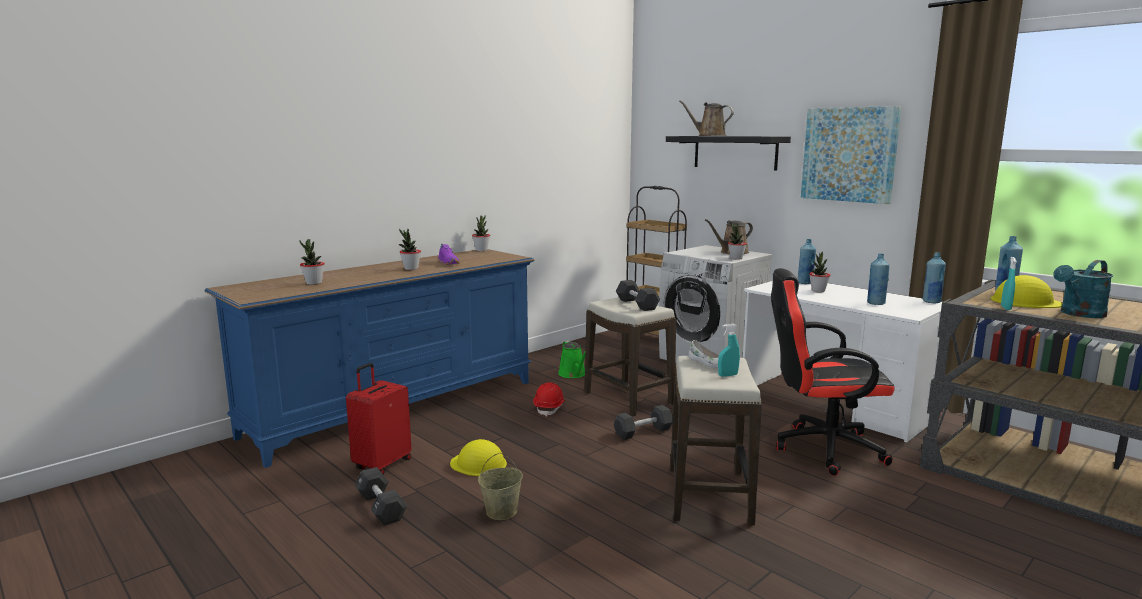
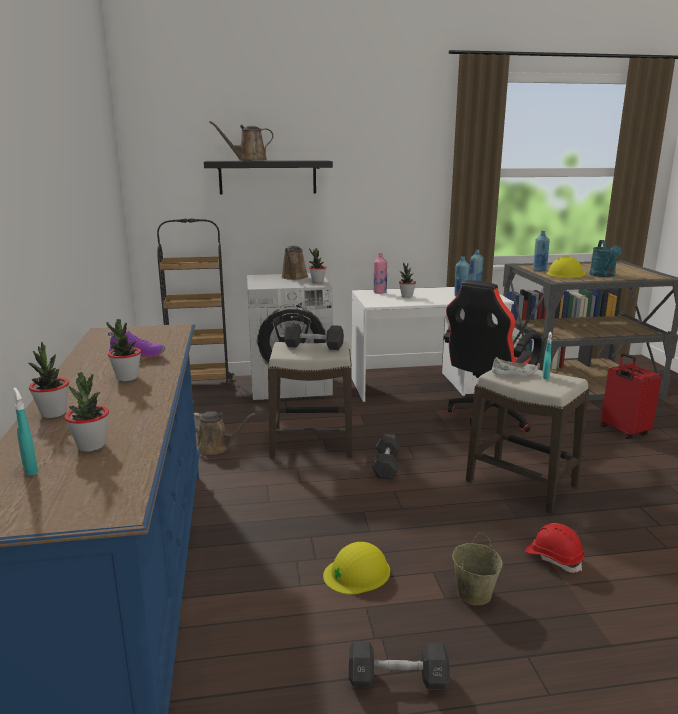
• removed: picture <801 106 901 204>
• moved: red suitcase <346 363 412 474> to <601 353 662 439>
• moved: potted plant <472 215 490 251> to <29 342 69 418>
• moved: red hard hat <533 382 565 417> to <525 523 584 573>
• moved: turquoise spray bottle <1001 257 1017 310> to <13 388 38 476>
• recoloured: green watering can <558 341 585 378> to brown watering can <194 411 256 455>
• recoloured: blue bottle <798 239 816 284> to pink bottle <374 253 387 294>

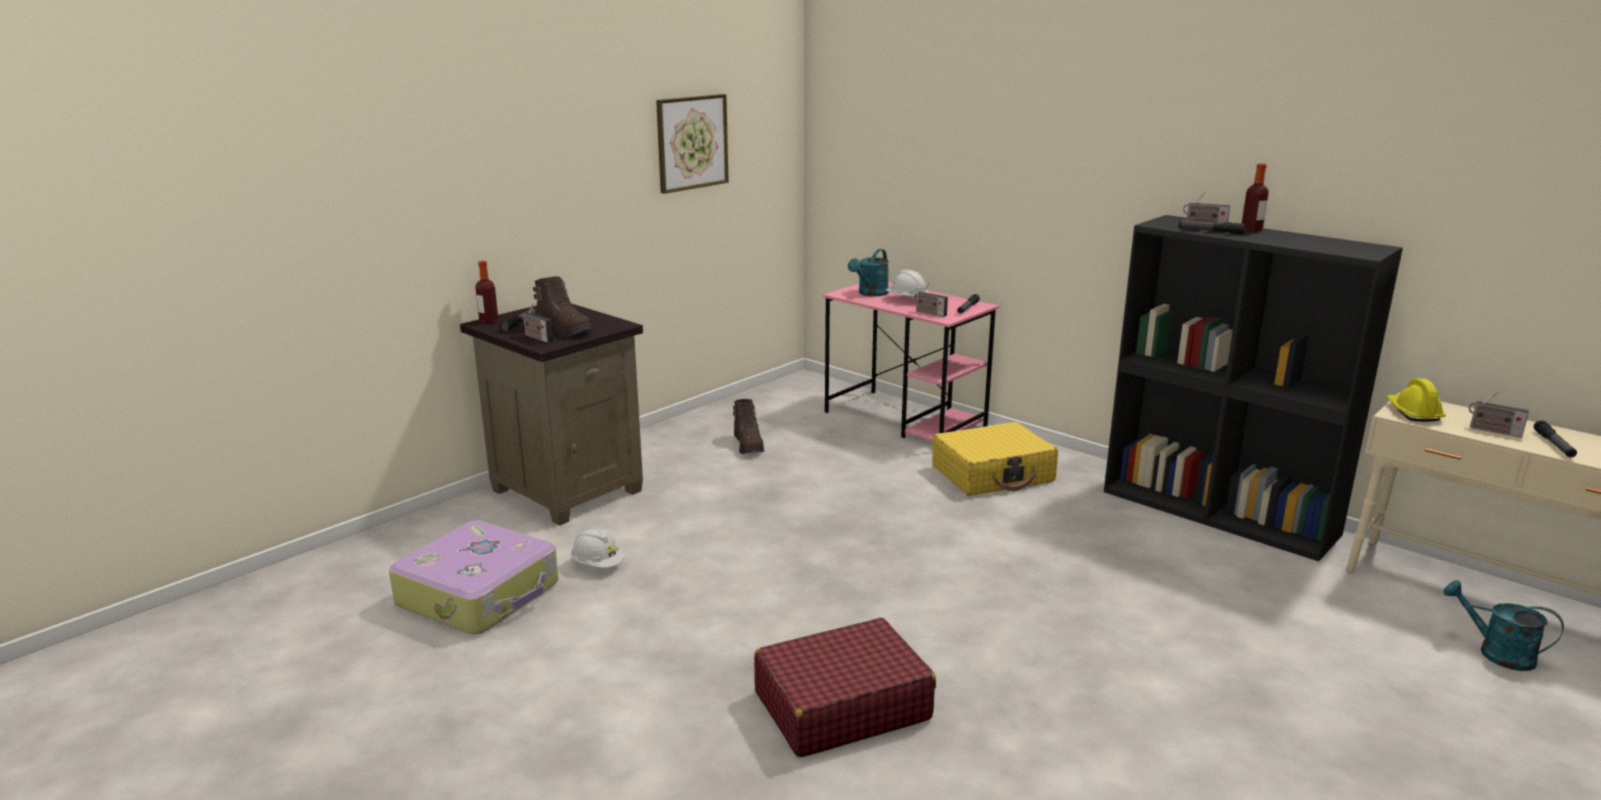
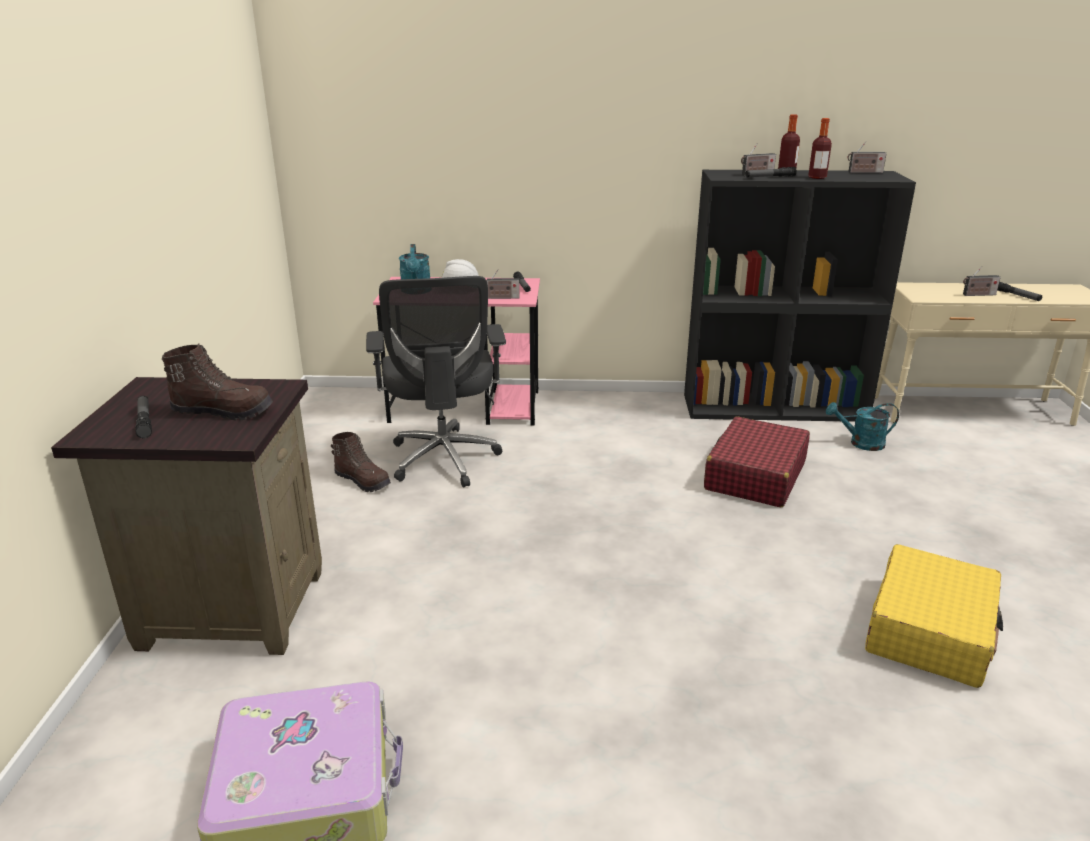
• removed: white hard hat <571 527 625 568>
• removed: picture <656 94 729 194>
• removed: yellow hard hat <1386 378 1446 421>
• added: office chair <366 276 506 487>
• moved: bottle <475 261 498 323> to <808 118 832 179>
• moved: radio <523 303 553 343> to <848 141 887 173>
• moved: red suitcase <754 618 936 758> to <704 416 810 507>
• moved: yellow suitcase <932 422 1058 496> to <865 544 1003 688>
• moved: turquoise watering can <1443 580 1564 671> to <826 402 899 451>

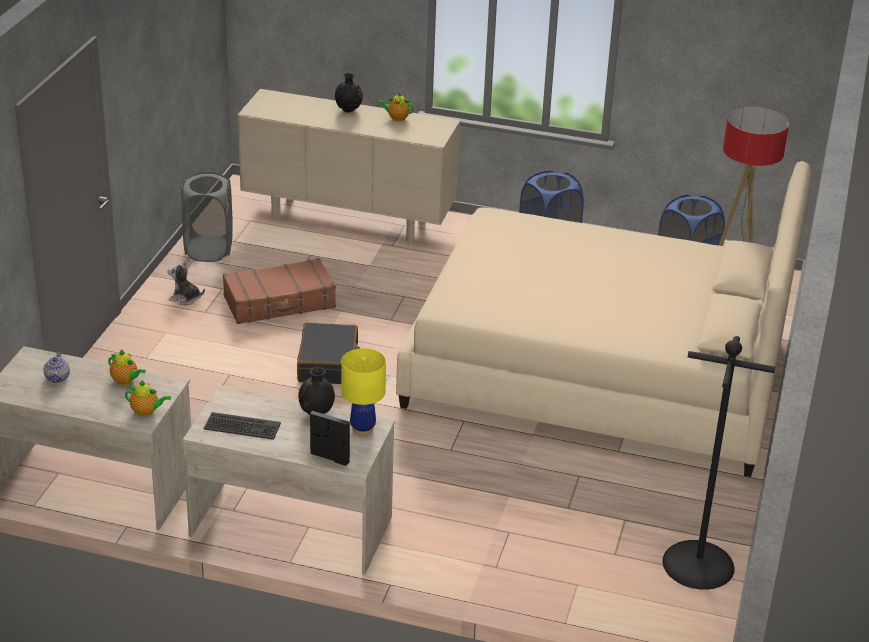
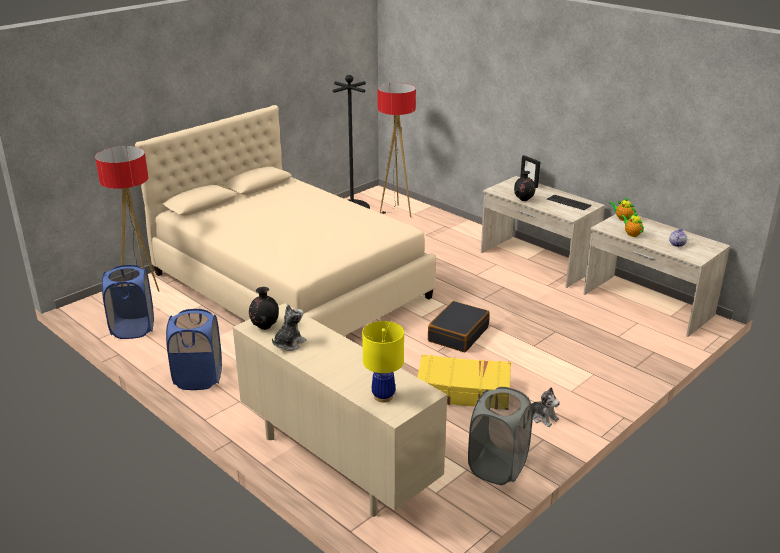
• added: floor lamp <377 83 416 217>
• moved: black vase <335 73 363 113> to <249 287 279 330>
• moved: yellow table lamp <341 348 386 435> to <362 321 404 402>
• replaced: teapot <377 92 414 122> to plush toy <272 304 306 351>
• recoloured: brown suitcase <223 258 336 324> to yellow suitcase <417 354 511 407>

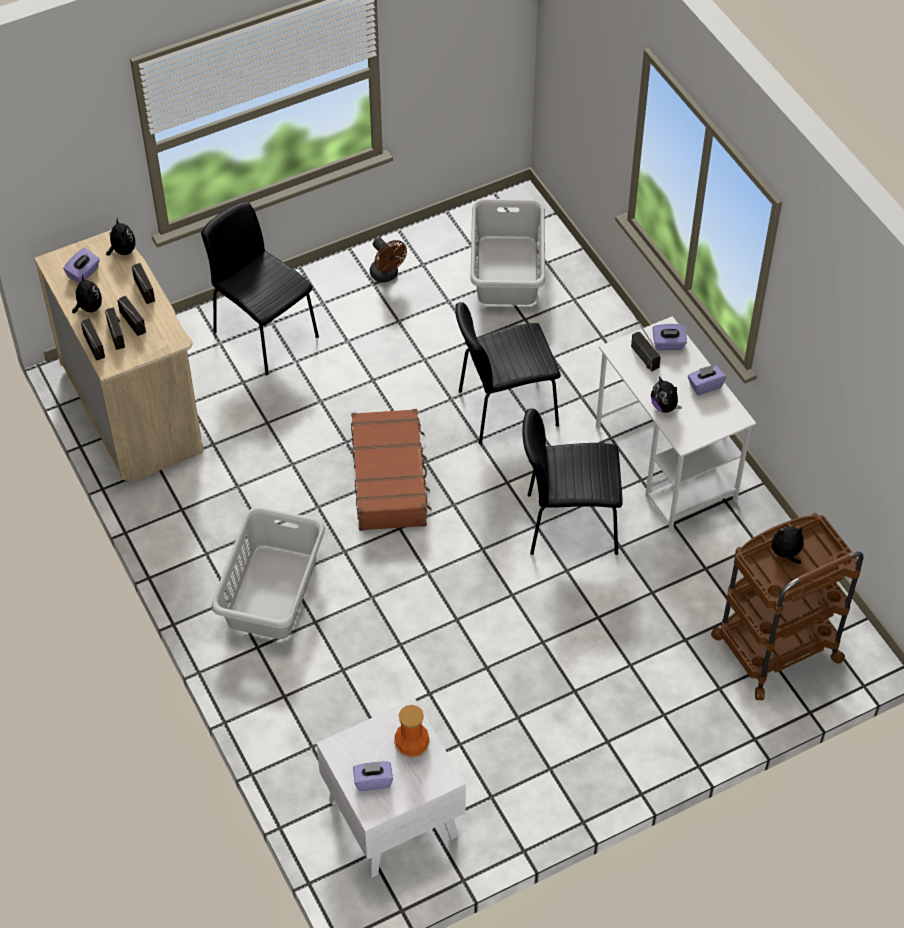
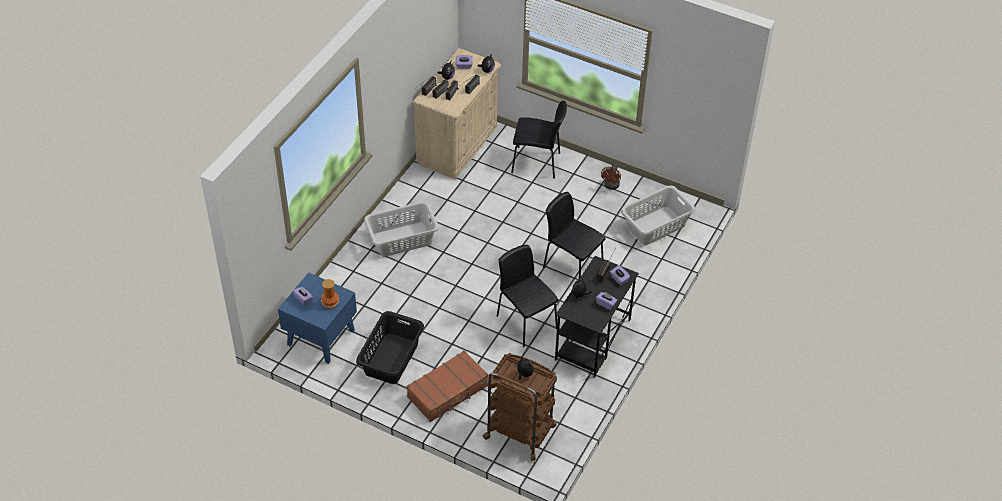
• added: black laundry basket <356 311 424 384>
• moved: brown suitcase <351 409 432 531> to <407 350 488 422>
• recoloured: white nightstand <316 698 466 878> to blue nightstand <278 272 357 364>
• recoloured: white desk <596 316 756 530> to black desk <555 256 639 377>
• turned: black chair <201 202 319 375> = <511 101 567 179> 90 degrees clockwise

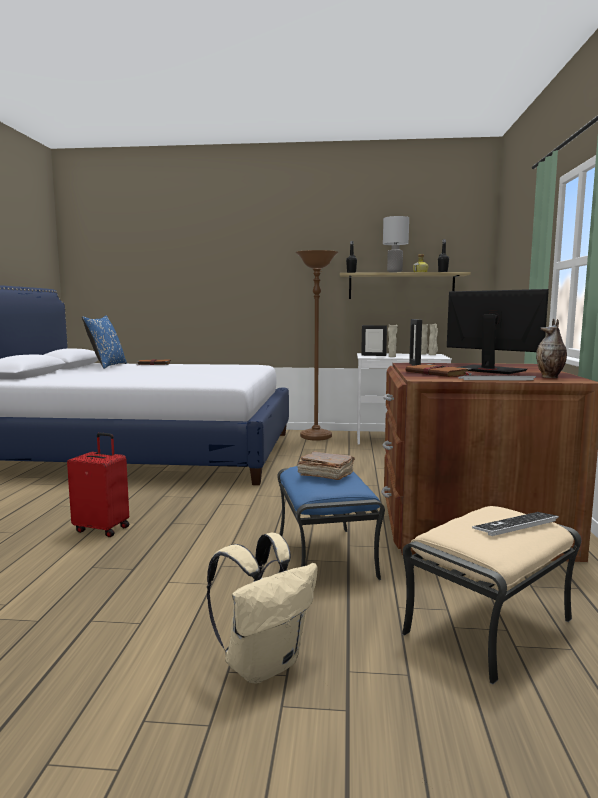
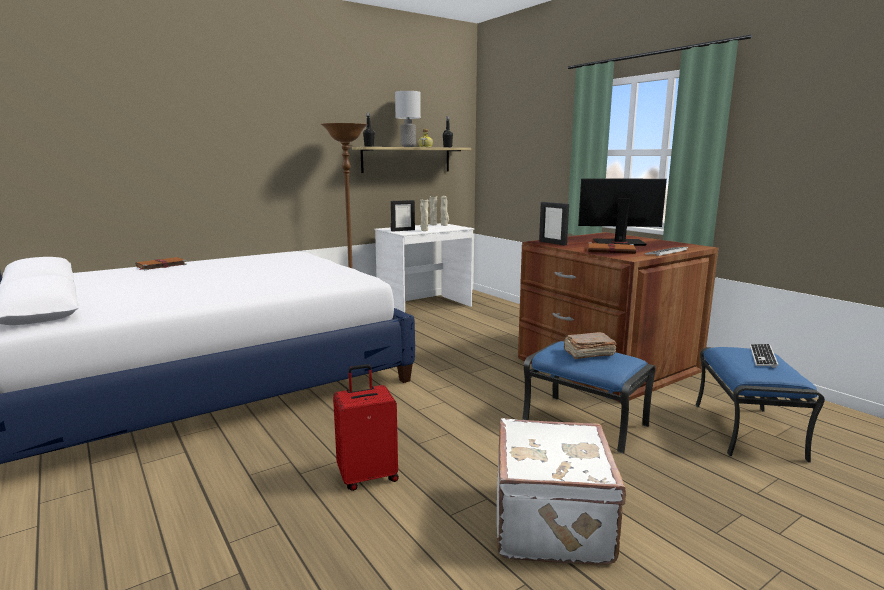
• removed: blue pillow <82 315 127 369>
• removed: beige backpack <207 533 318 684>
• removed: vase <536 318 567 378>
• added: white suitcase <497 418 626 565>
• recoloured: beige ottoman <402 506 581 685> to blue ottoman <696 347 825 463>

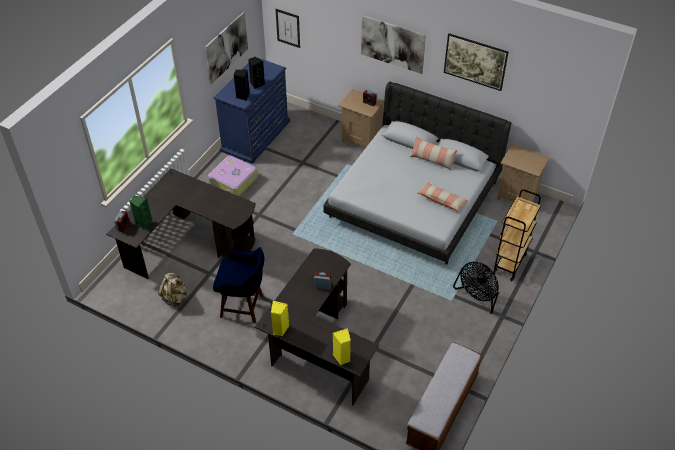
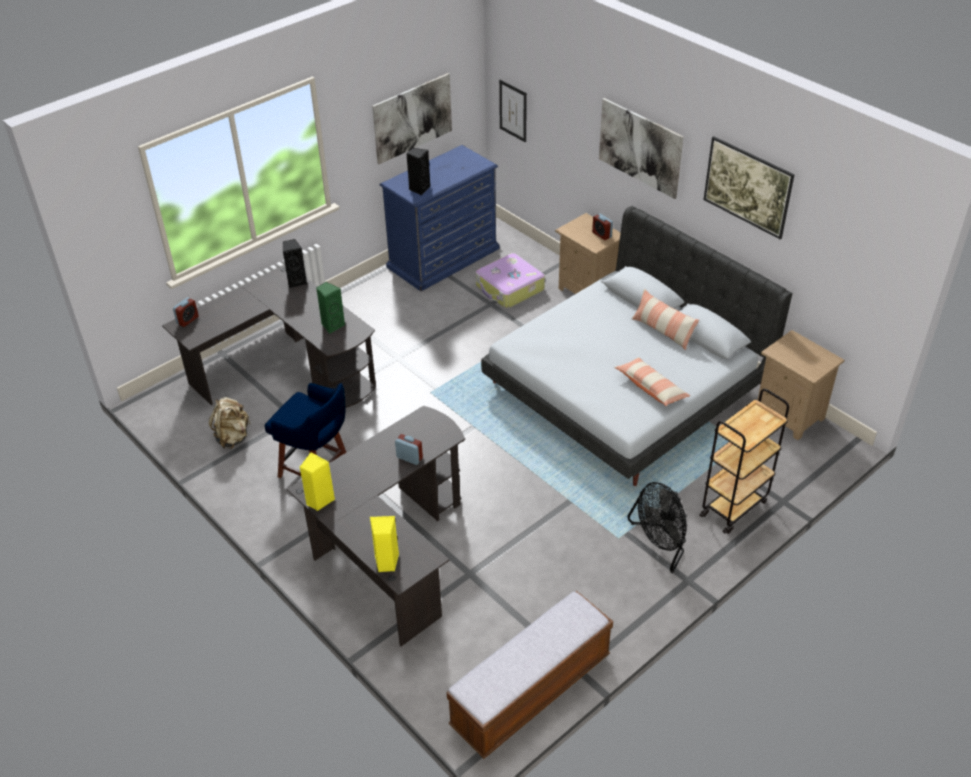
• moved: green speaker <129 196 152 229> to <316 282 345 334>
• moved: suitcase <208 155 258 196> to <476 253 545 308>
• moved: black speaker <248 57 265 89> to <283 239 307 288>

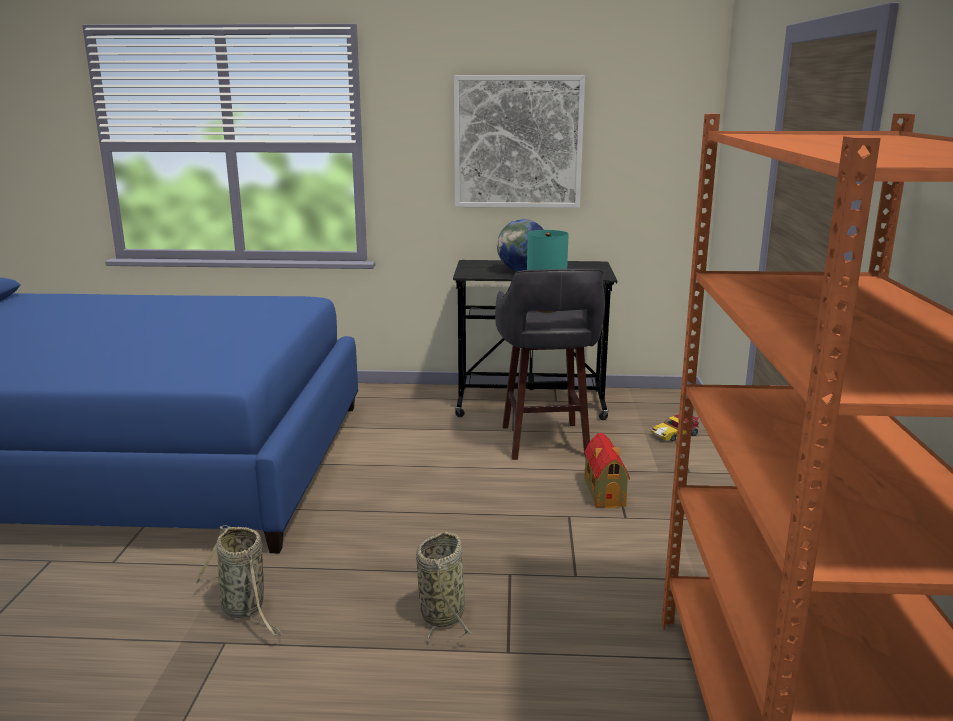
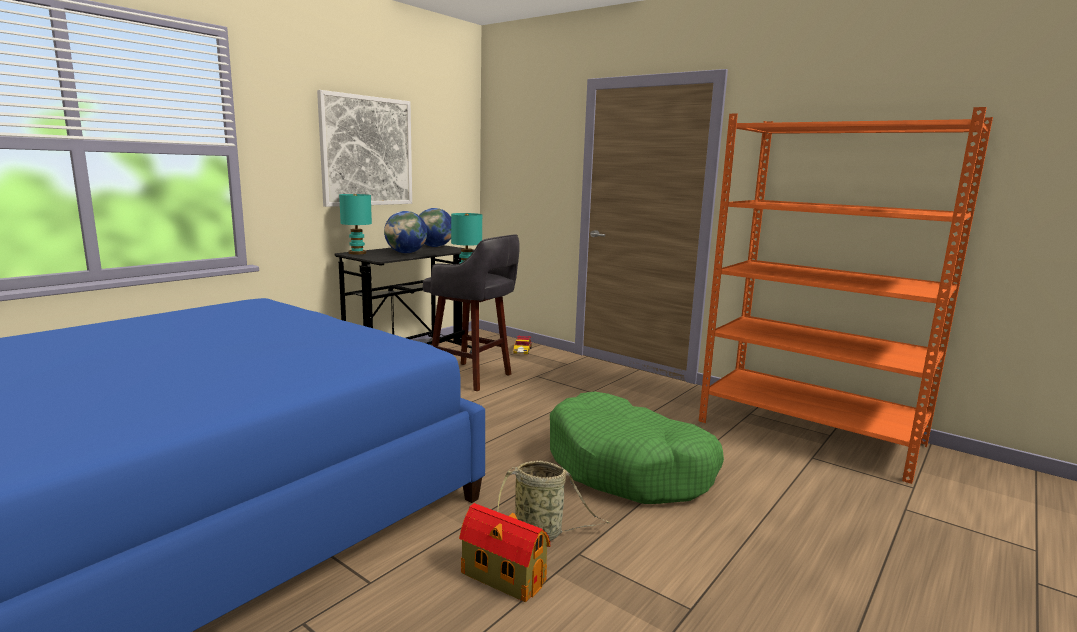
• added: turquoise table lamp <339 194 372 254>
• added: globe <419 208 451 247>
• moved: toy house <584 433 630 508> to <459 503 550 602>
• replaced: basket <416 532 471 646> to green dog bed <550 392 724 504>

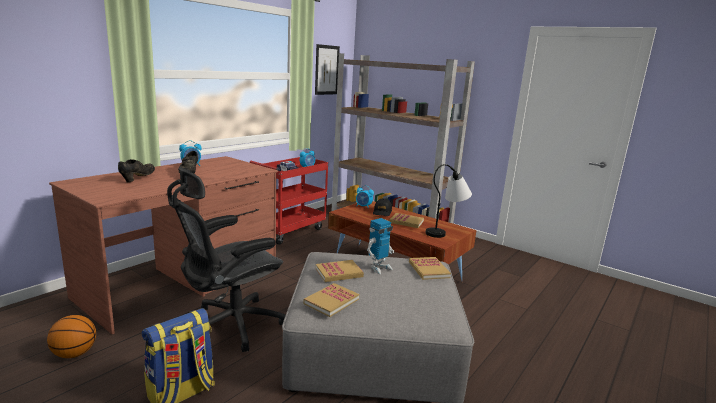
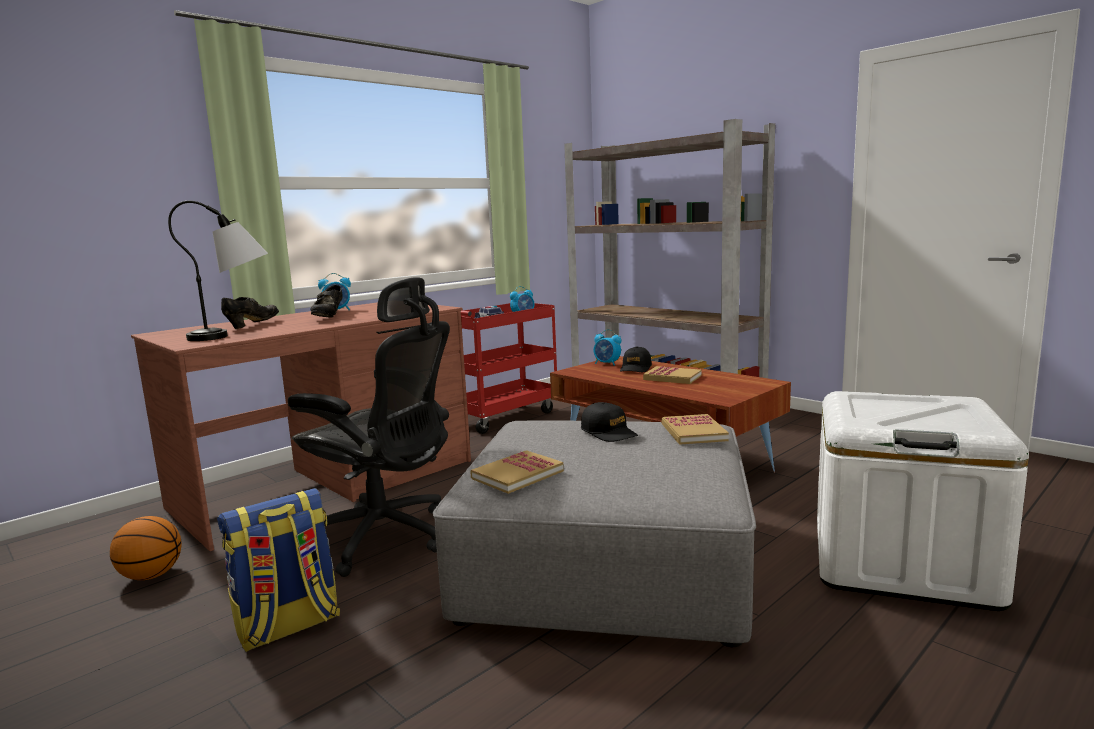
• removed: picture <315 44 340 95>
• removed: book <316 260 364 282>
• added: white storage box <817 391 1029 611>
• moved: table lamp <426 164 472 238> to <168 201 268 341>
• replaced: toy robot <367 218 394 274> to black cap <581 402 638 442>
• turned: office chair <167 167 286 352> = <288 277 450 577> 120 degrees counterclockwise

